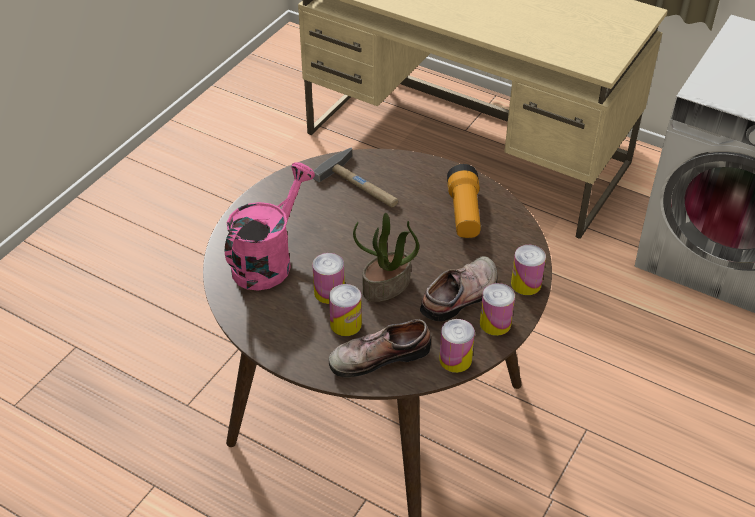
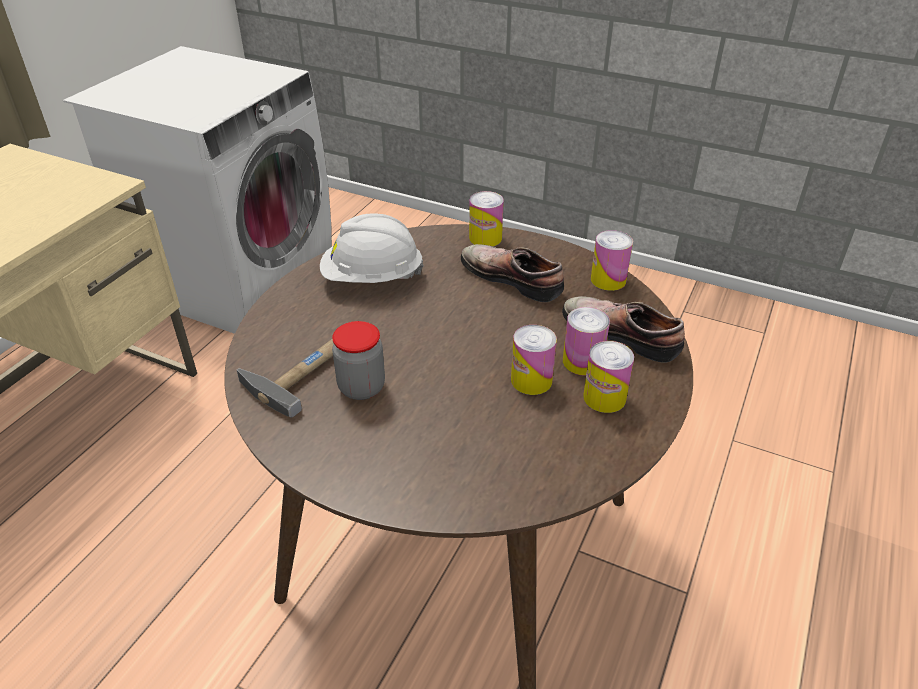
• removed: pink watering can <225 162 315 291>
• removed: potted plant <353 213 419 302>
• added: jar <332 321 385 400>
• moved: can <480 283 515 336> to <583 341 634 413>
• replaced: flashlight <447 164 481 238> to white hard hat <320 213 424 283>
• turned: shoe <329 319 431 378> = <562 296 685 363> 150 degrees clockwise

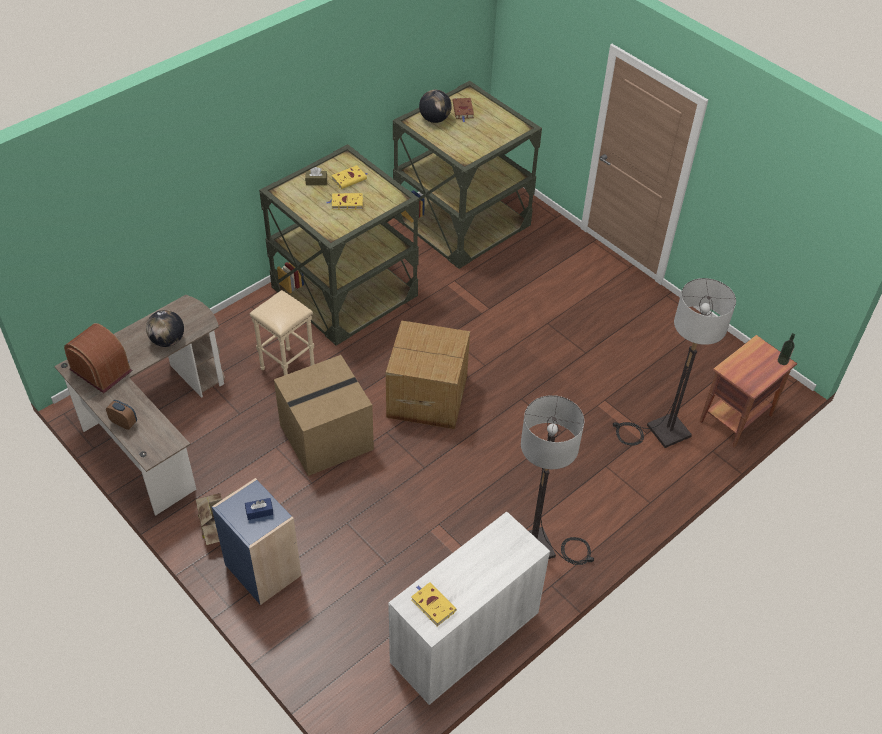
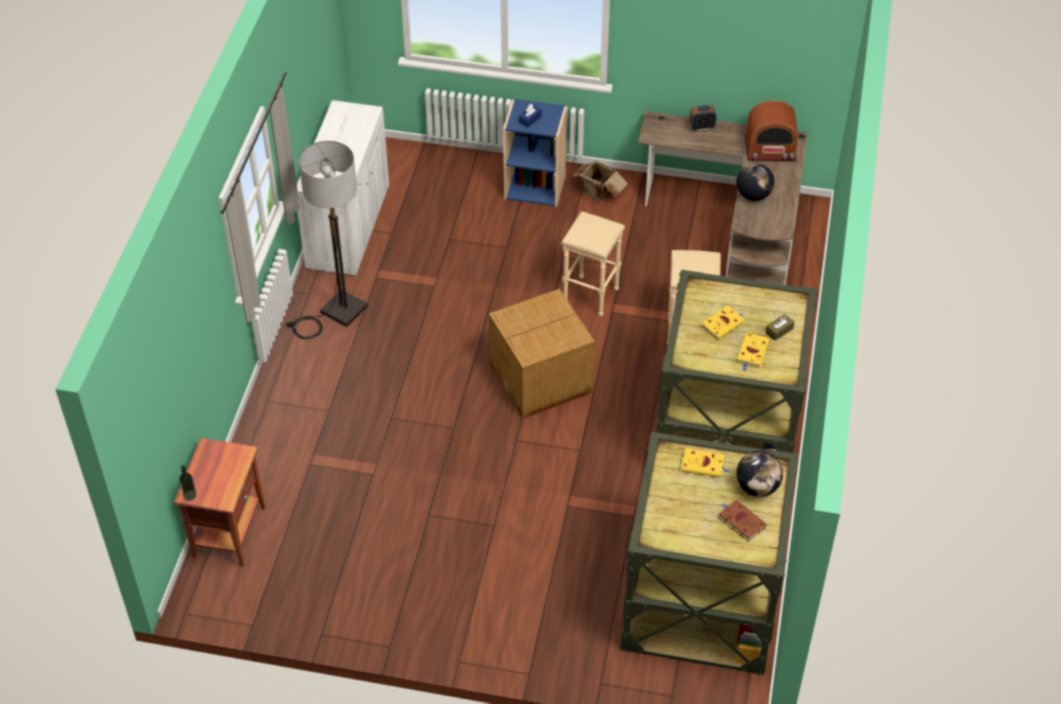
• removed: floor lamp <612 278 736 448>
• moved: yellow book <411 582 457 626> to <681 448 730 478>
• replaced: cardboard box <274 355 374 476> to beige stool <562 211 625 317>

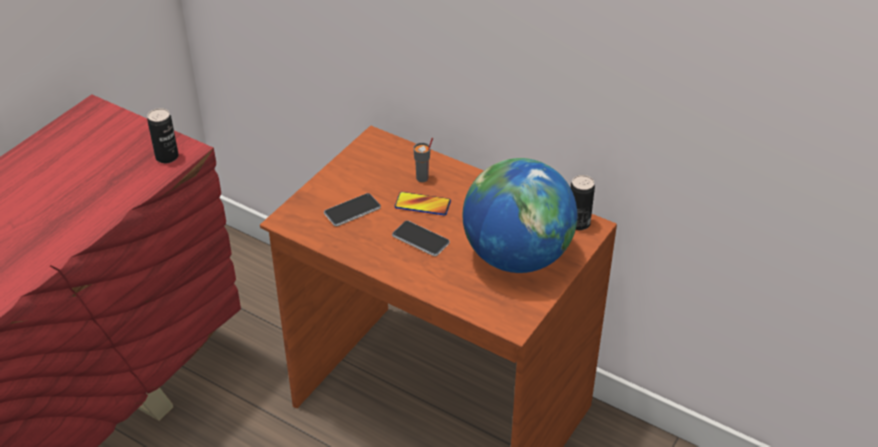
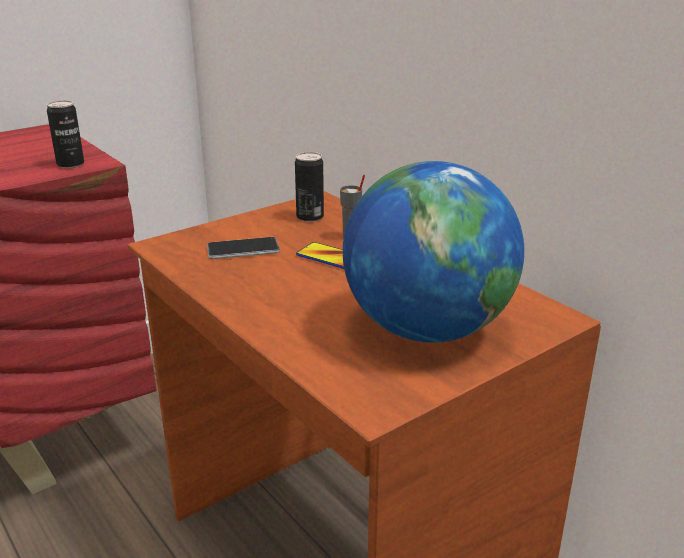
• removed: phone <392 221 450 256>
• moved: can <571 175 595 230> to <295 152 324 222>

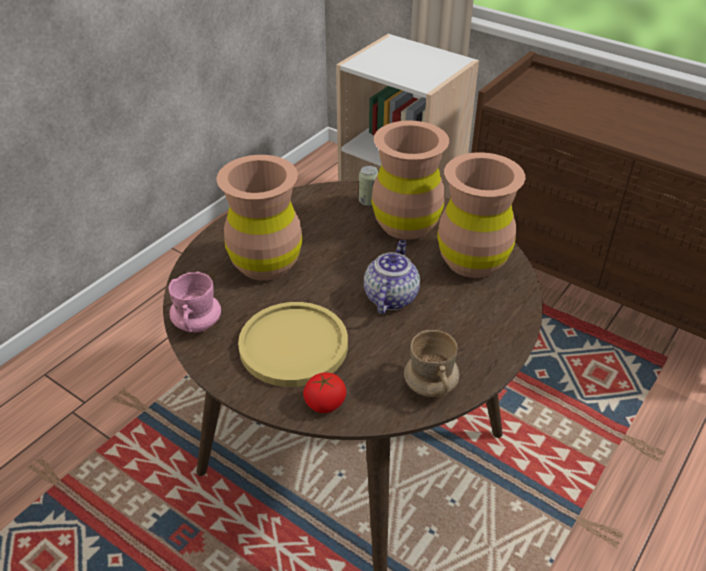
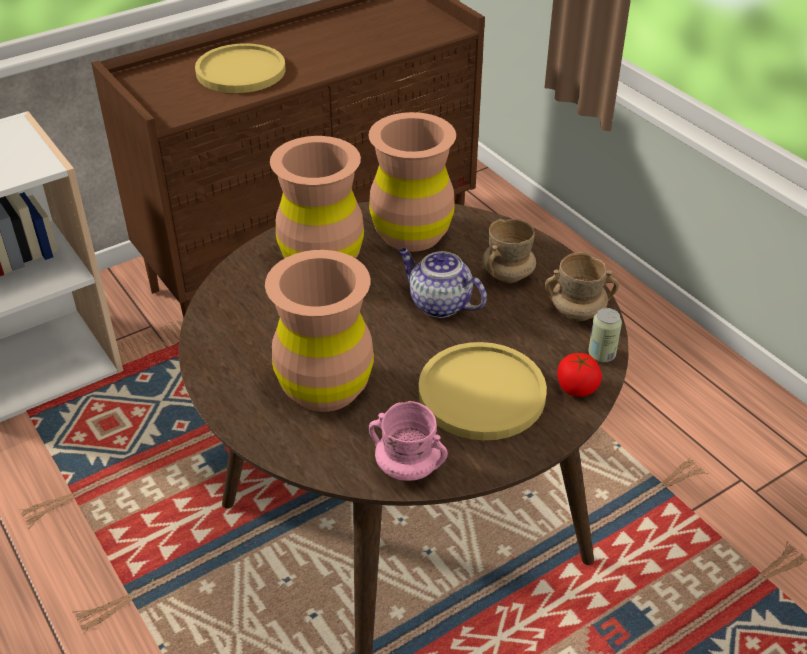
• added: yellow plate <195 43 286 93>
• added: beige mug <482 219 536 283>
• moved: can <359 166 379 206> to <588 308 622 362>

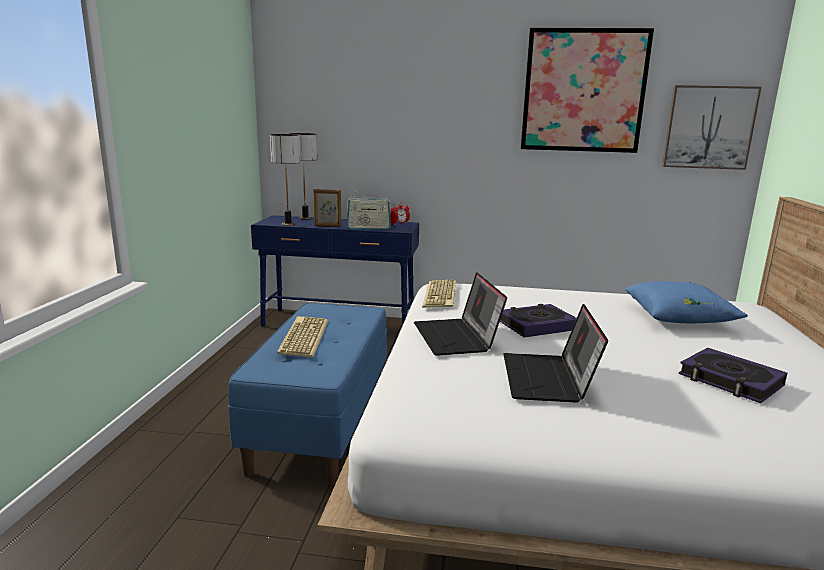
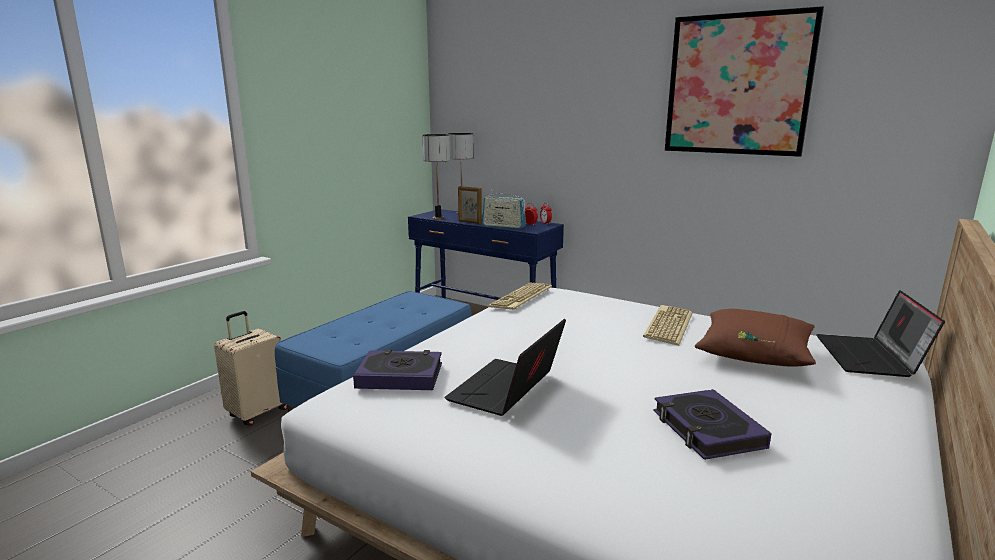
• removed: picture <662 85 762 170>
• added: beige suitcase <214 311 287 426>
• moved: keyboard <277 316 328 357> to <643 305 693 346>
• moved: laptop <414 272 507 356> to <816 290 945 377>
• moved: book <500 304 577 337> to <353 349 442 390>
• recoloured: blue pillow <625 281 748 323> to brown pillow <695 309 816 367>

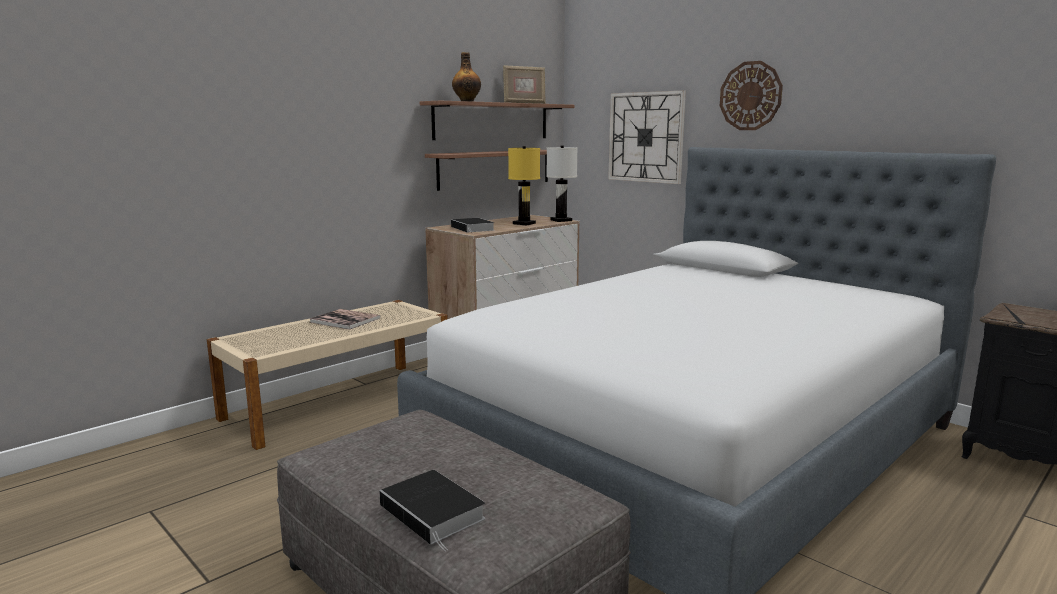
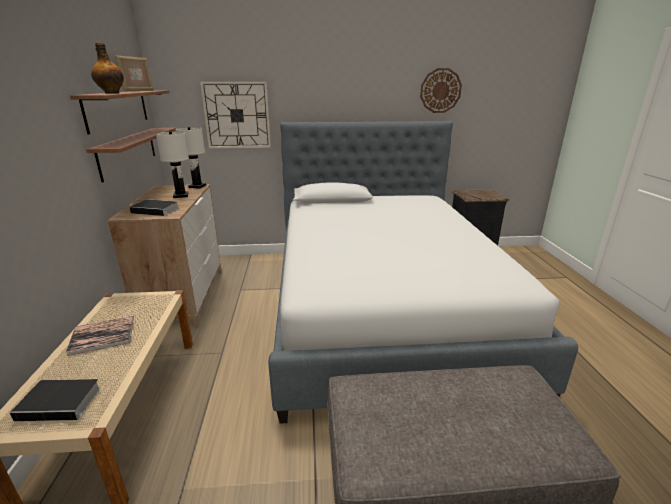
• moved: book <379 470 485 551> to <10 379 100 421>
• moved: wall clock <720 61 783 130> to <420 68 462 113>
• recoloured: yellow table lamp <508 146 540 226> to white table lamp <156 132 189 198>

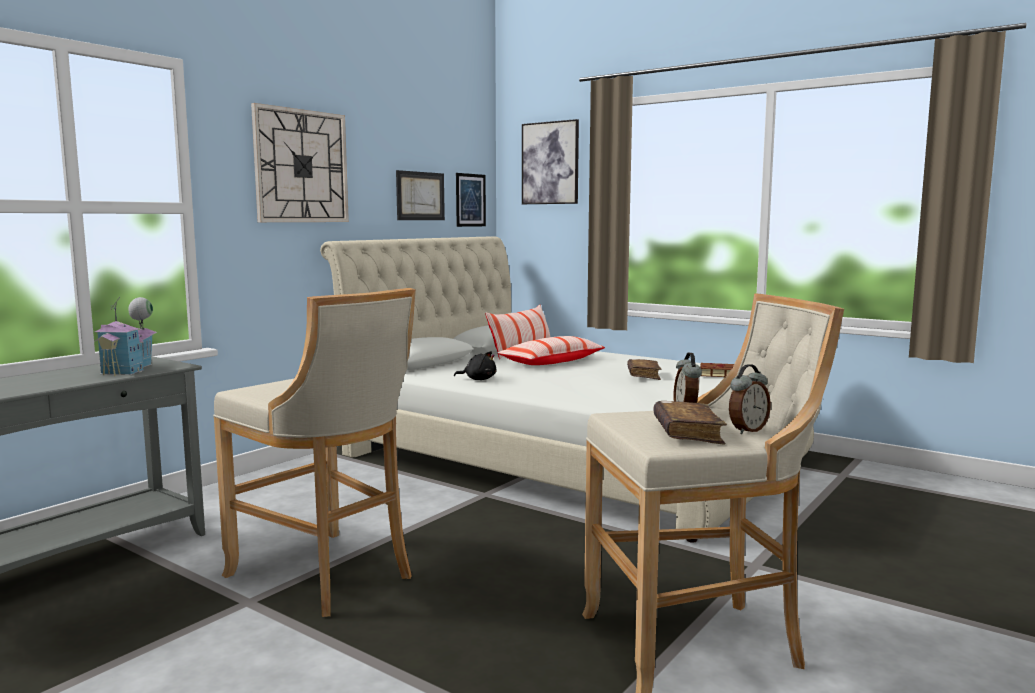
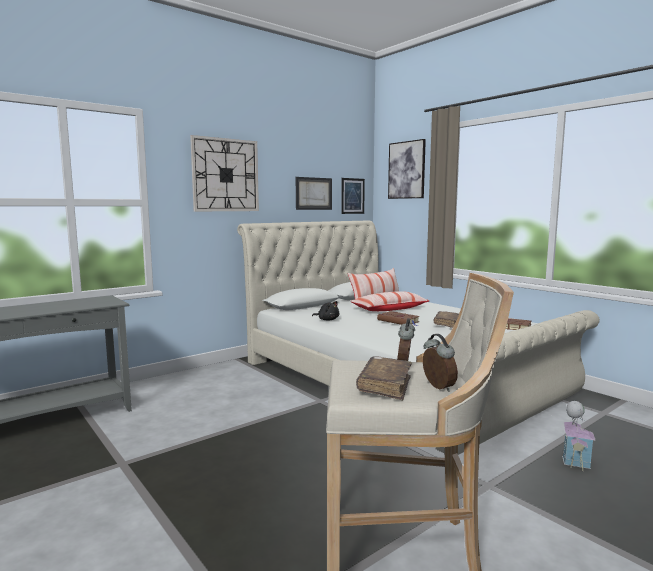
• removed: beige stool <213 288 416 617>
• added: brown book <377 311 420 326>
• moved: toy house <95 297 157 376> to <562 401 595 471>
• turned: alarm clock <729 364 771 434> = <423 334 458 392> 90 degrees counterclockwise

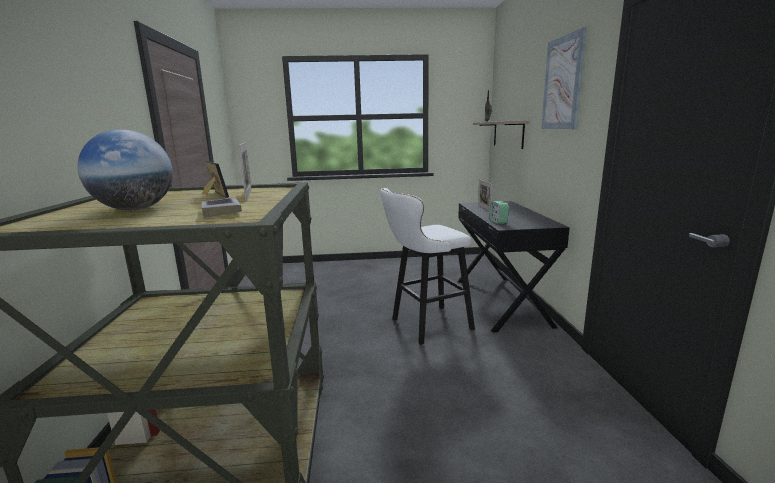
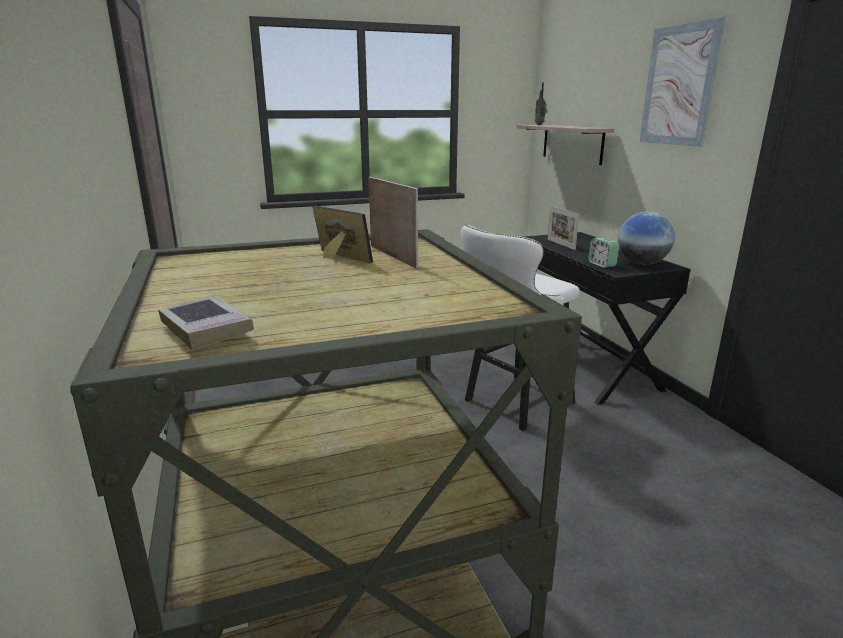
• moved: globe <78 129 173 210> to <618 212 675 265>
• moved: book <202 197 242 218> to <158 296 254 349>

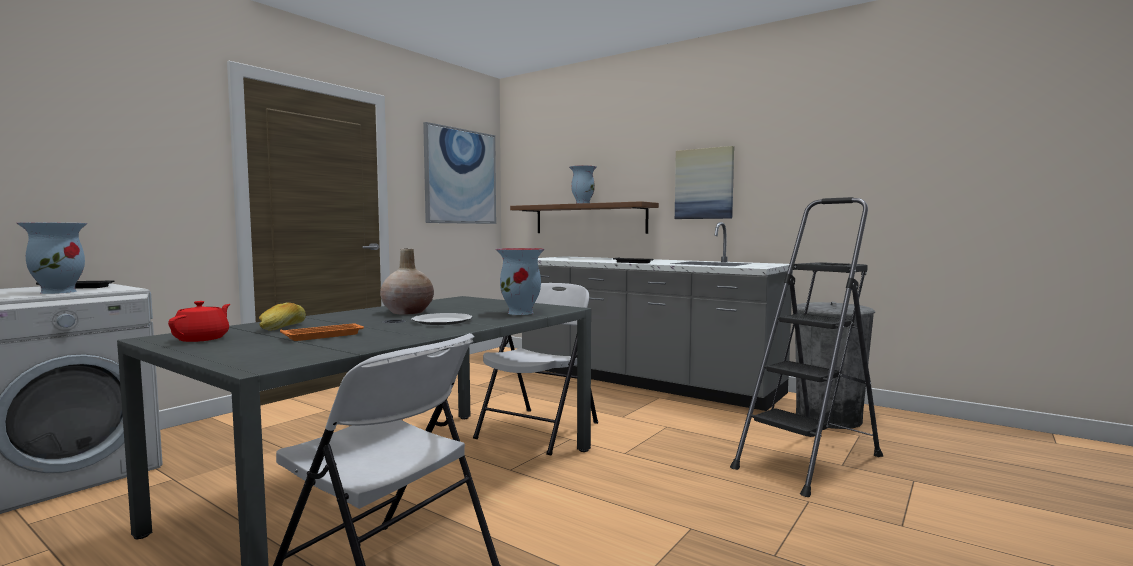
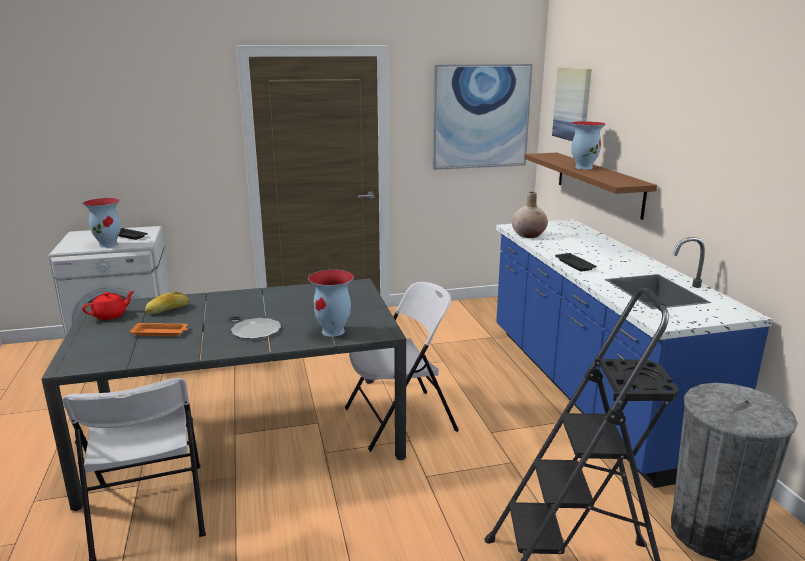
• moved: beige vase <380 249 434 315> to <512 192 548 238>
• moved: picture <675 146 734 219> to <552 67 592 141>
• recoloured: grey counter <522 222 793 411> to blue counter <496 219 773 488>

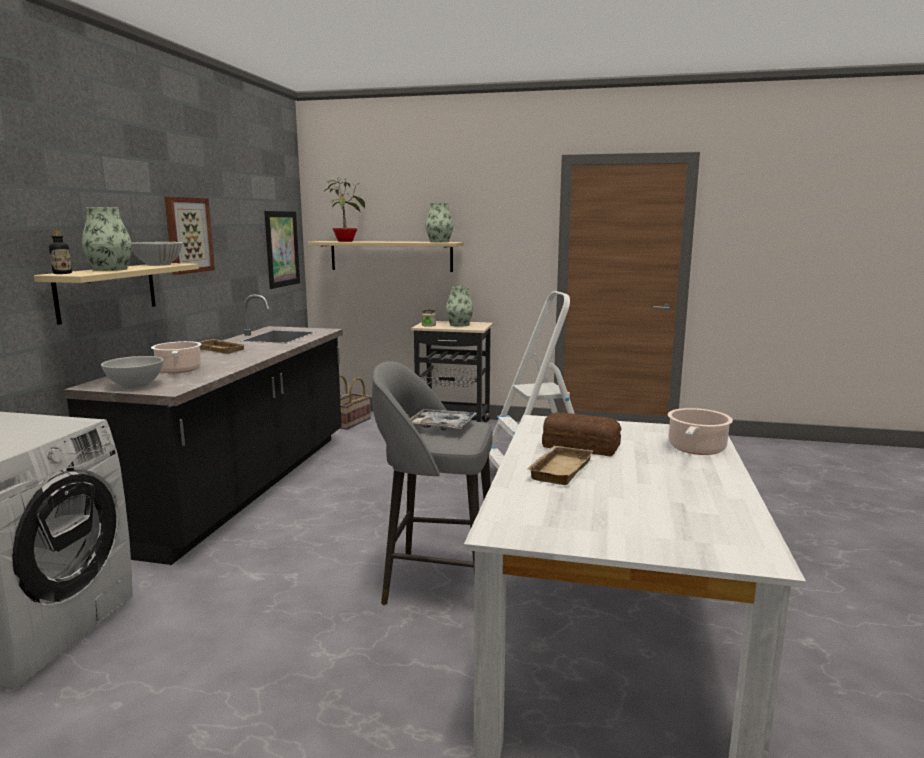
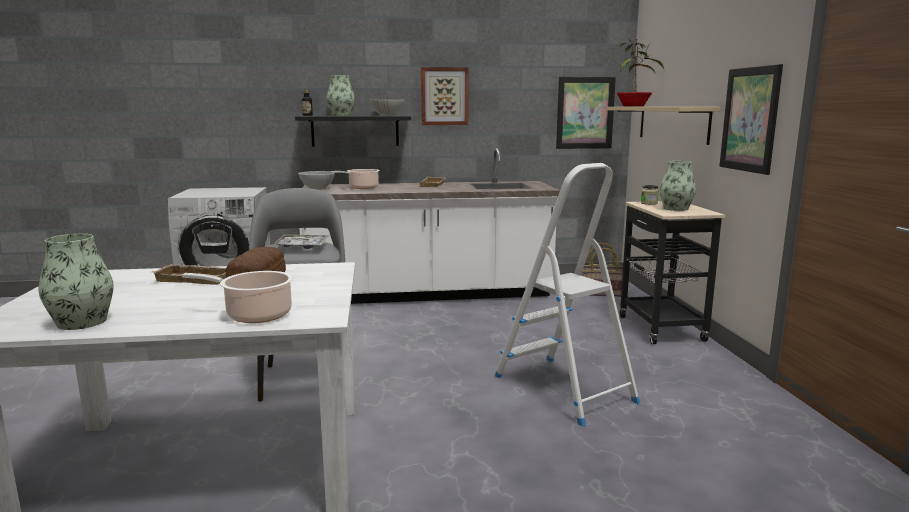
• added: picture <719 64 783 175>
• moved: vase <425 202 453 243> to <38 234 114 330>
• recoloured: beige shelf <34 263 199 325> to black shelf <295 116 411 147>
• recoloured: black counter <64 295 343 565> to white counter <299 148 560 304>

